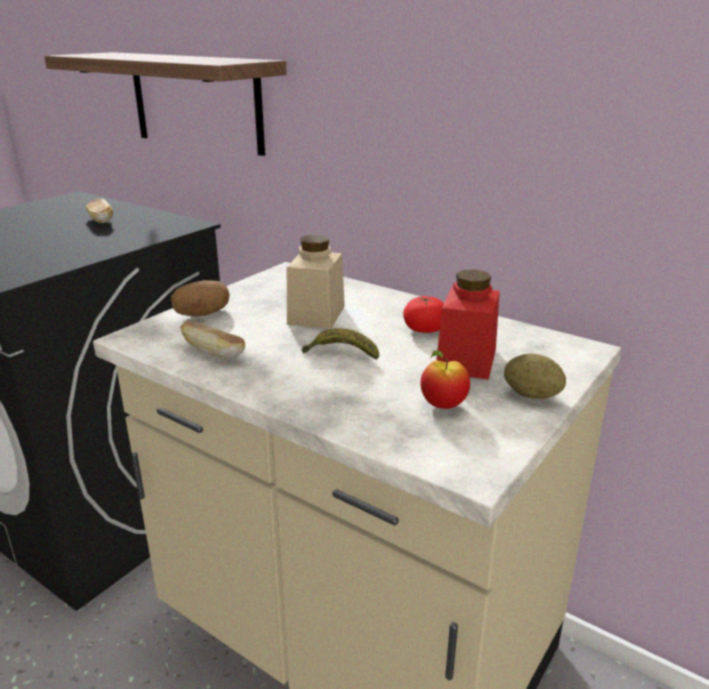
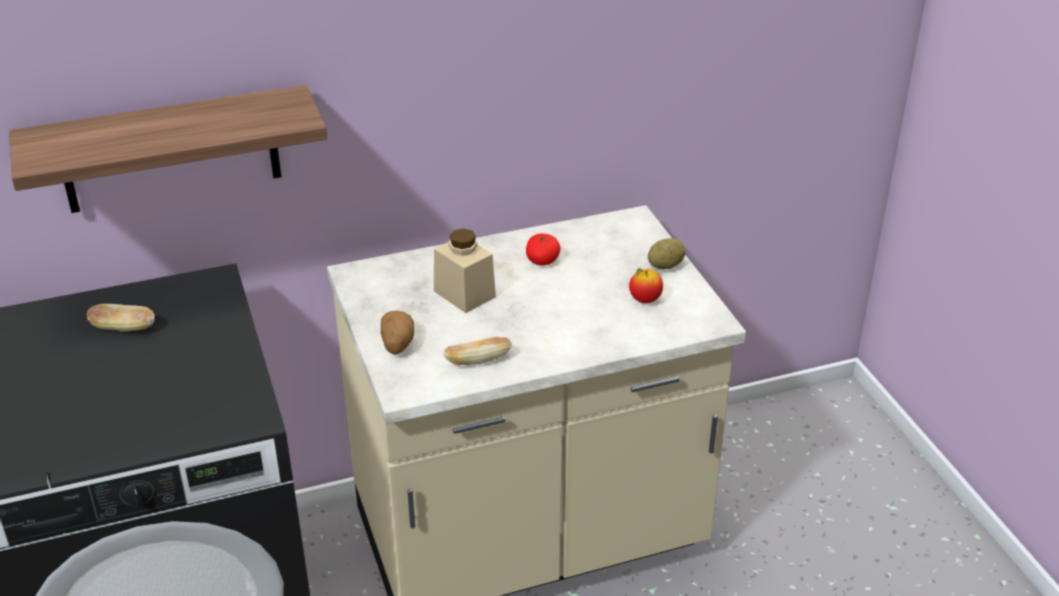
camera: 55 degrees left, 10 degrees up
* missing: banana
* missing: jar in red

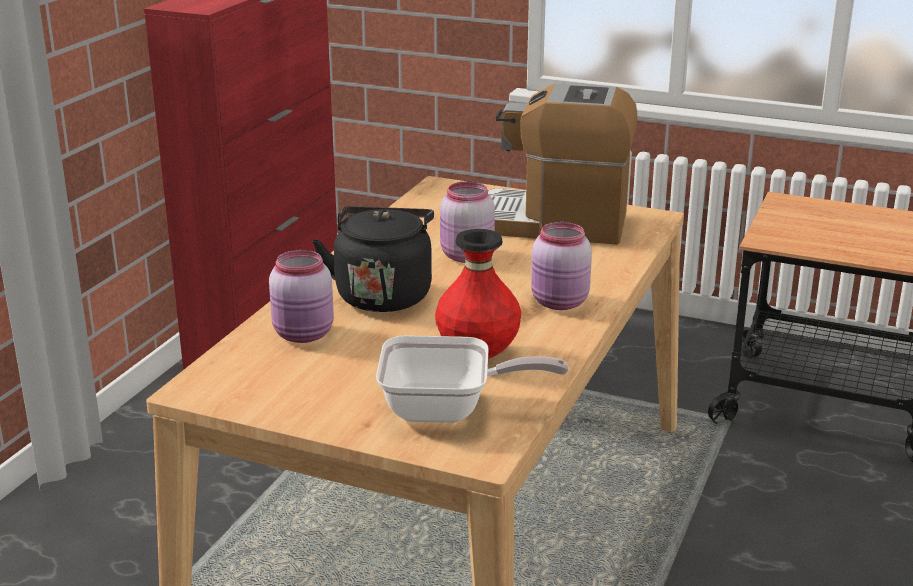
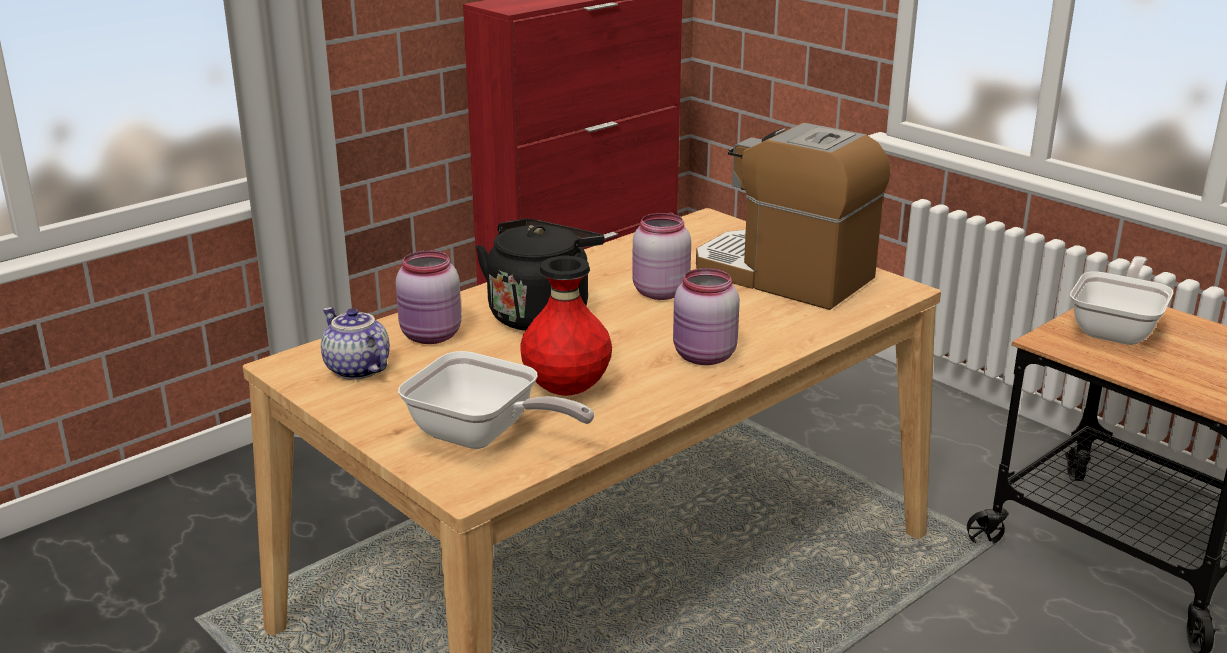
camera: 25 degrees right, 0 degrees up
* appeared: teapot
* appeared: frying pan (no. 2 from left)

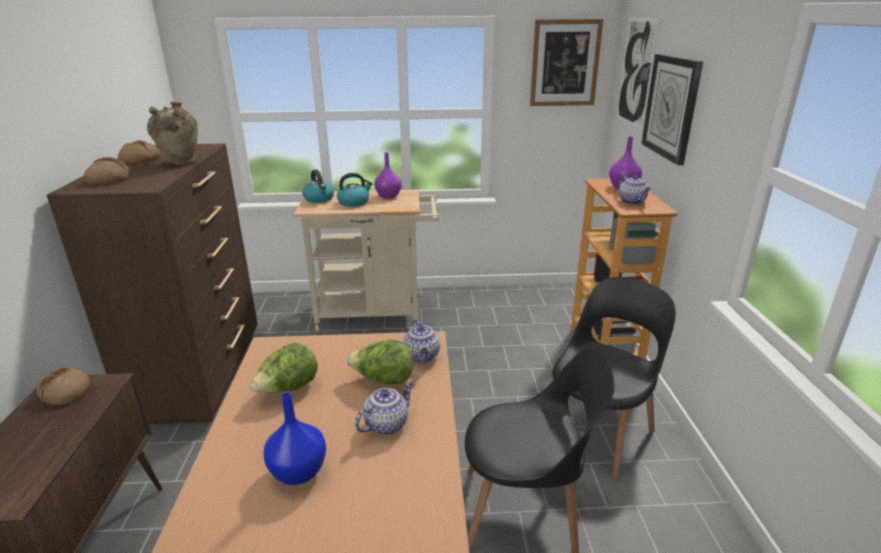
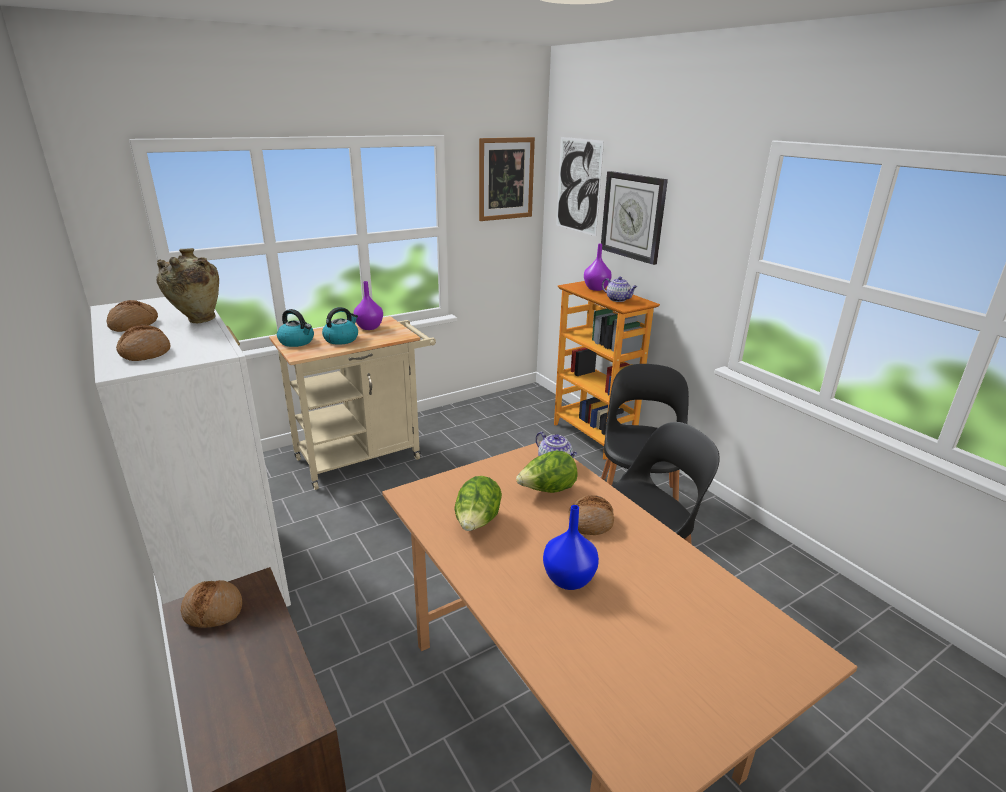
camera: 30 degrees left, 0 degrees up
* exchanged: teapot (no. 1 from left) to bread (no. 4 from left)
* colour: dresser in brown to dresser in white

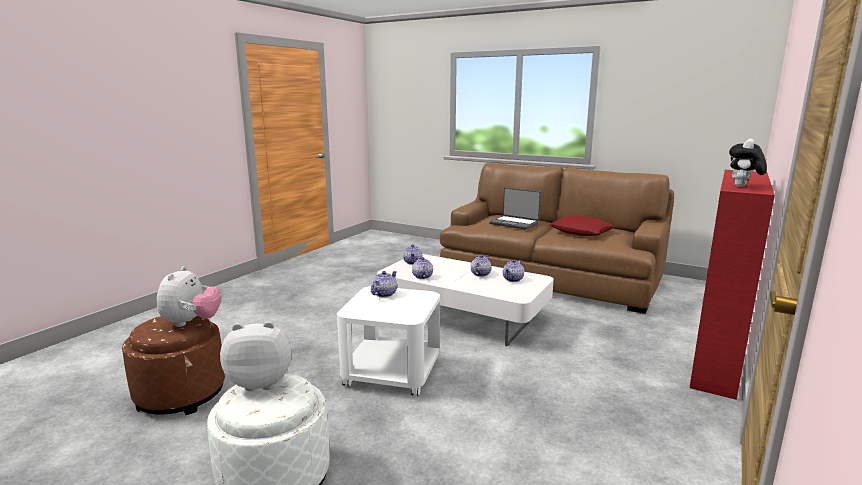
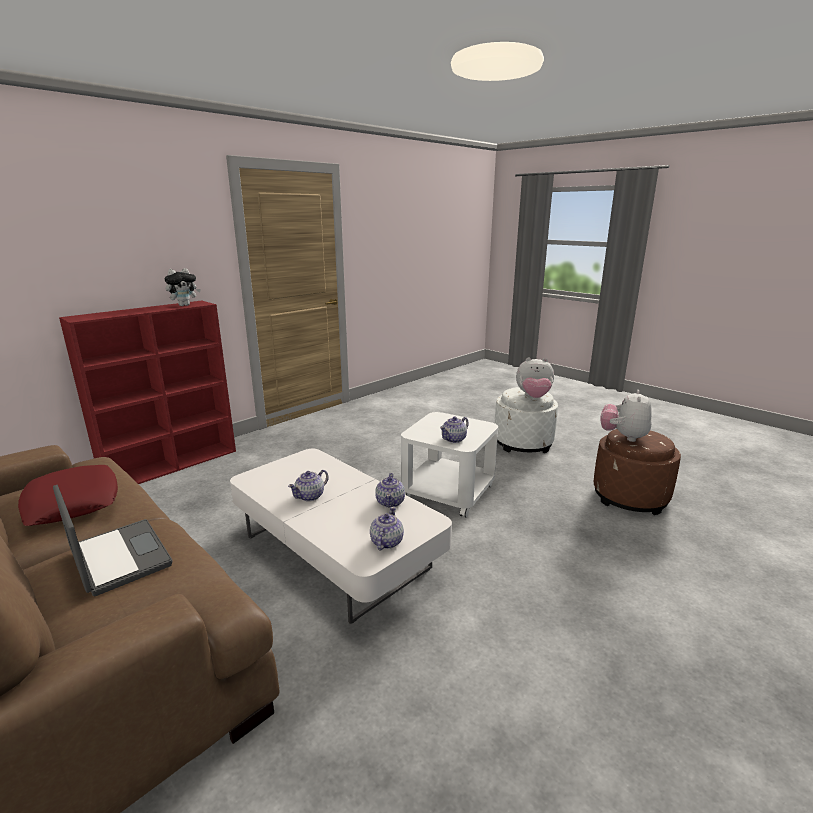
camera: 165 degrees left, 5 degrees up
* missing: teapot (no. 5 from left)

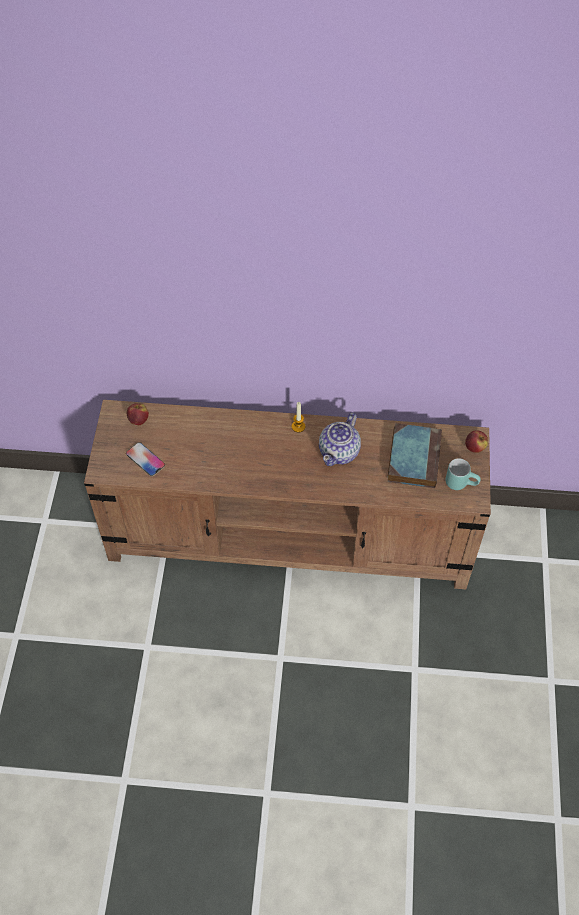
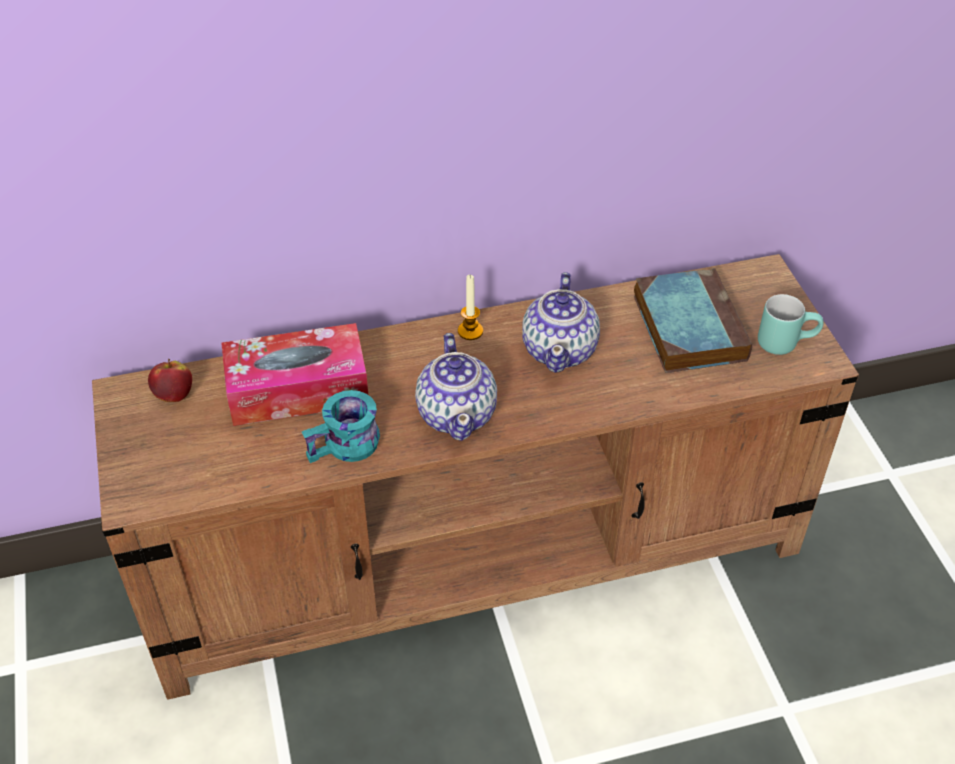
camera: 20 degrees left, 10 degrees down
* missing: phone
* missing: apple (no. 2 from left)
* appeared: tissue box
* appeared: mug in turquoise (no. 1 from left)
* appeared: teapot (no. 1 from left)

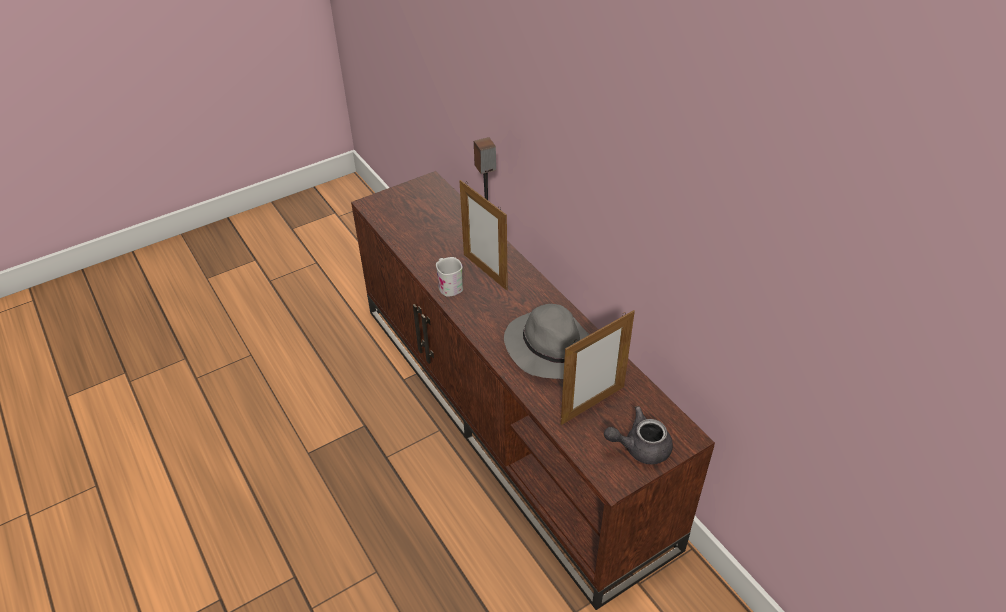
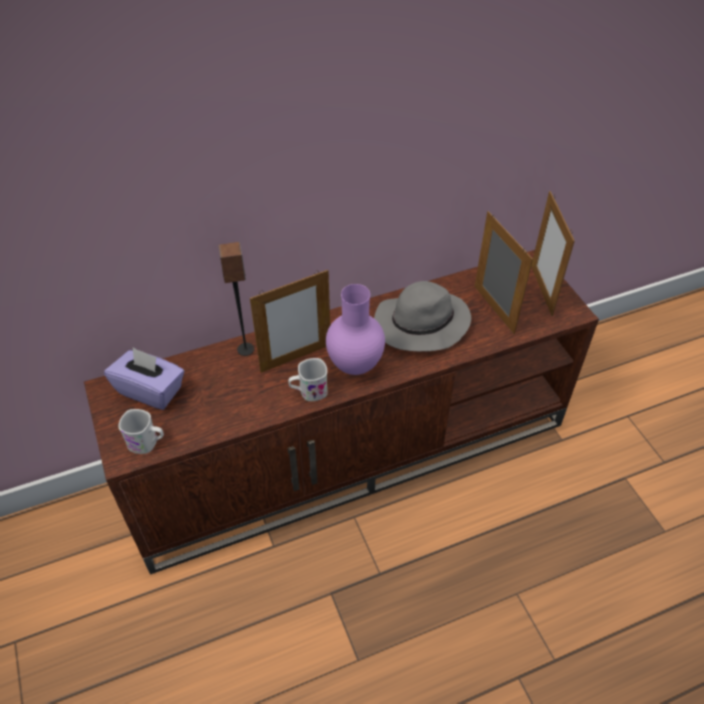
camera: 80 degrees left, 5 degrees up
* appeared: tissue box in purple
* appeared: mug in white (no. 1 from left)
* appeared: vase in purple
* exchanged: teapot in grey to picture frame (no. 3 from left)

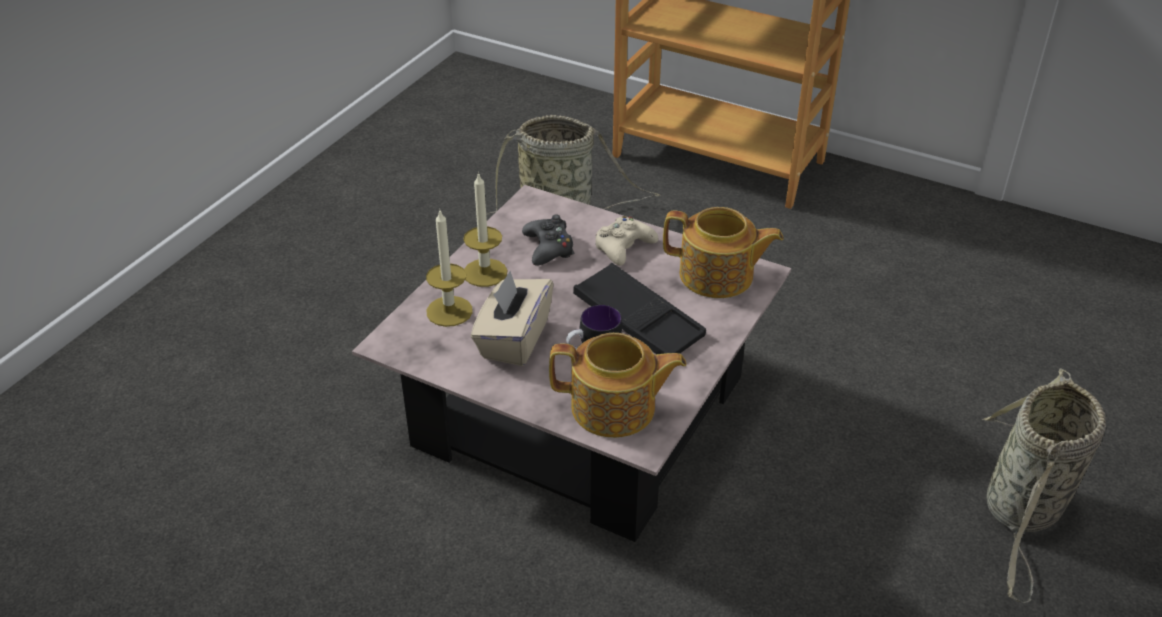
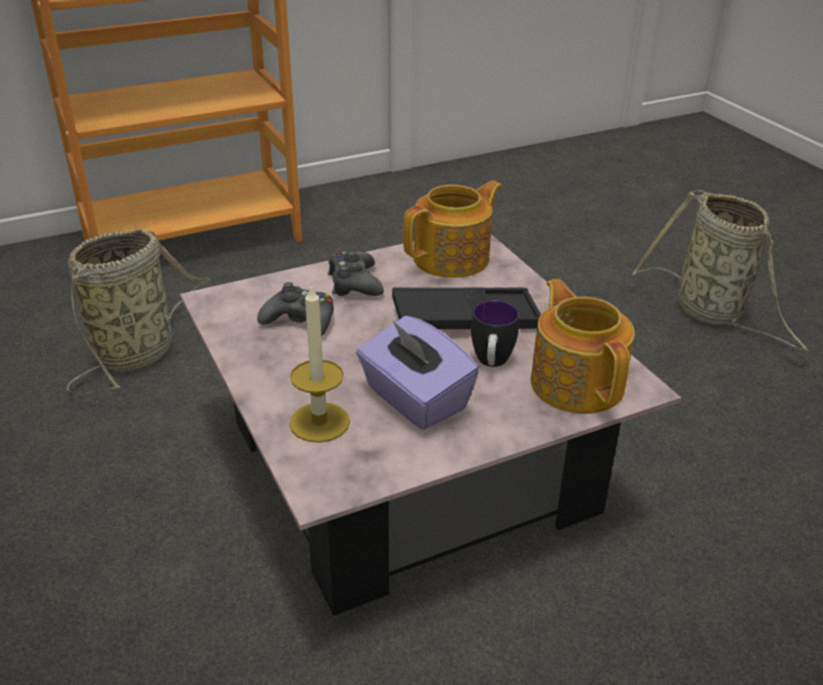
camera: 55 degrees left, 5 degrees down
* missing: candle (no. 2 from left)
* colour: tissue box in beige to tissue box in purple
* colour: game controller in beige to game controller in black (no. 2 from left)
* spun: teapot (no. 1 from left in the first image) 60 degrees counterclockwise

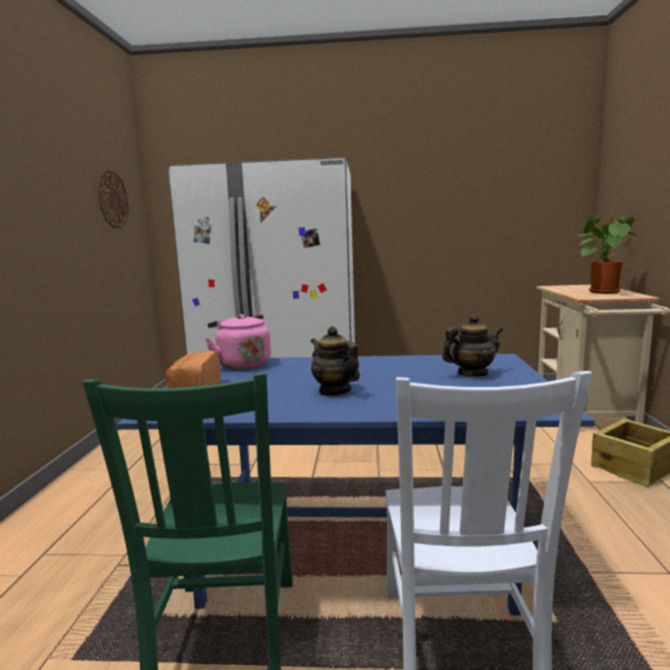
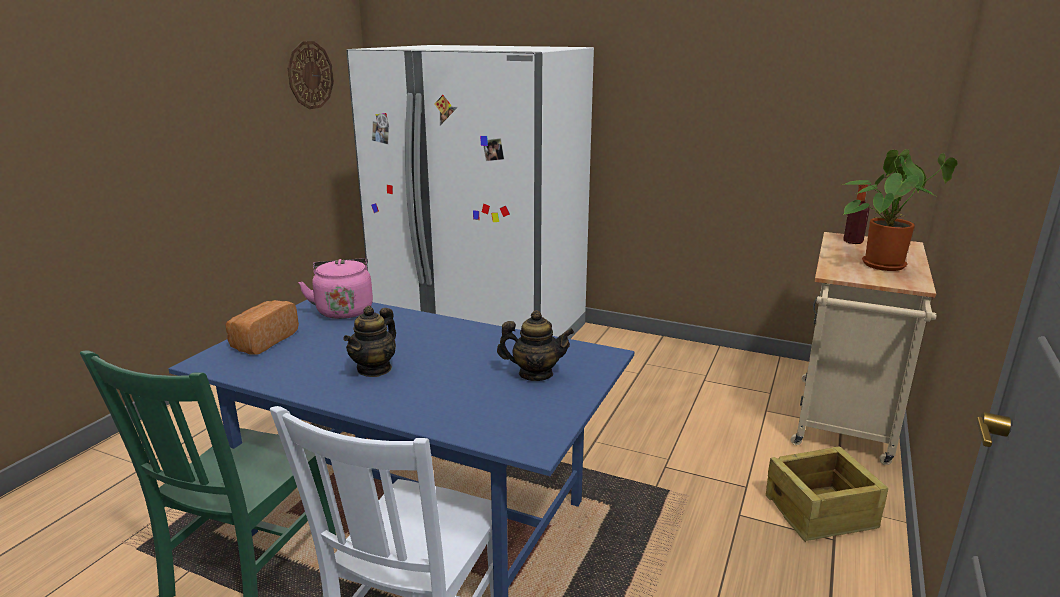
camera: 20 degrees right, 10 degrees up
* appeared: bottle
* spun: teapot (no. 1 from left) 135 degrees counterclockwise

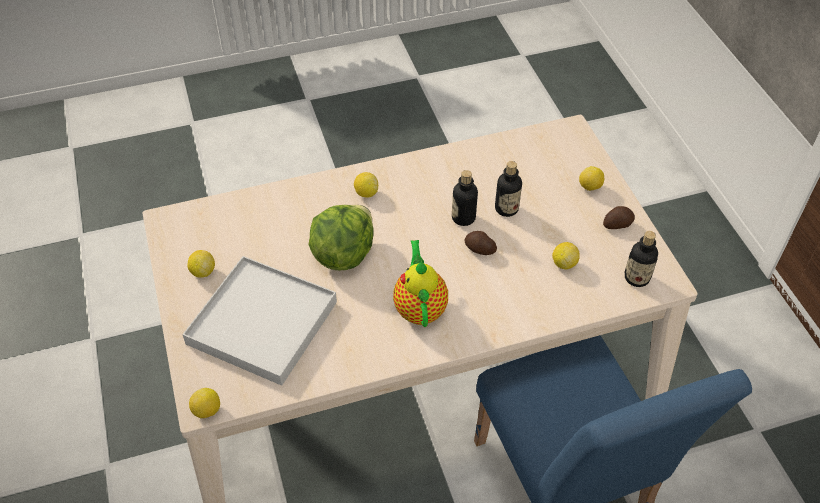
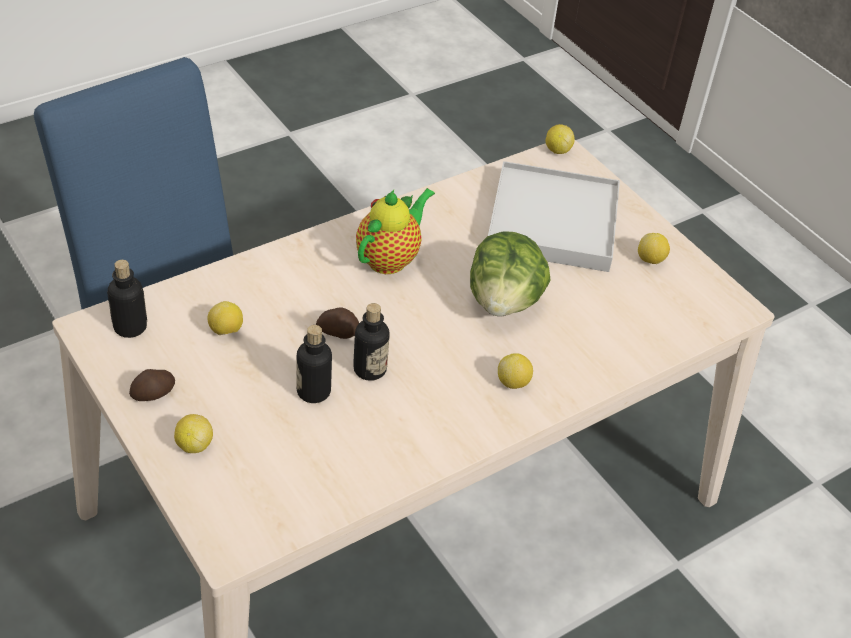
camera: 160 degrees right, 5 degrees down
* spun: teapot 120 degrees counterclockwise

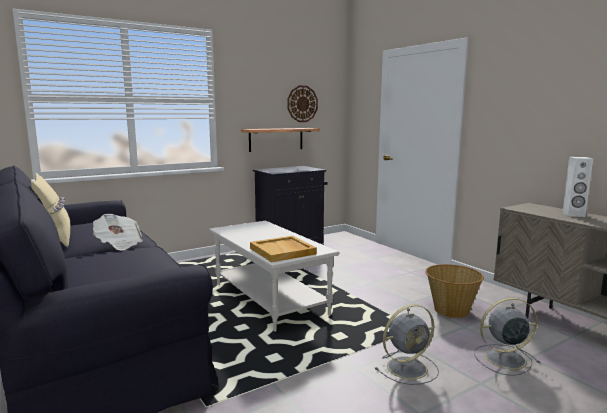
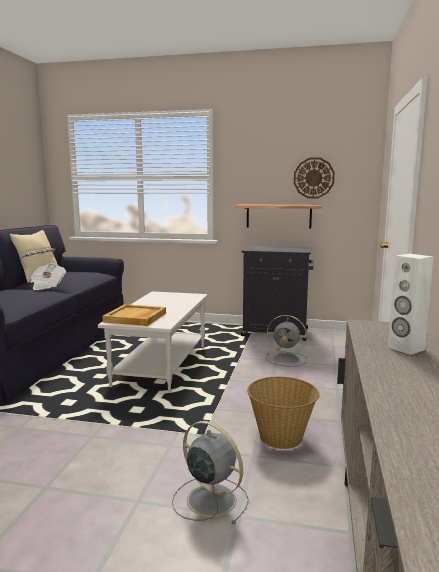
camera: 45 degrees right, 0 degrees up
* relocated: fan in grey (no. 1 from left in the first image) to fan in grey (no. 2 from left)

